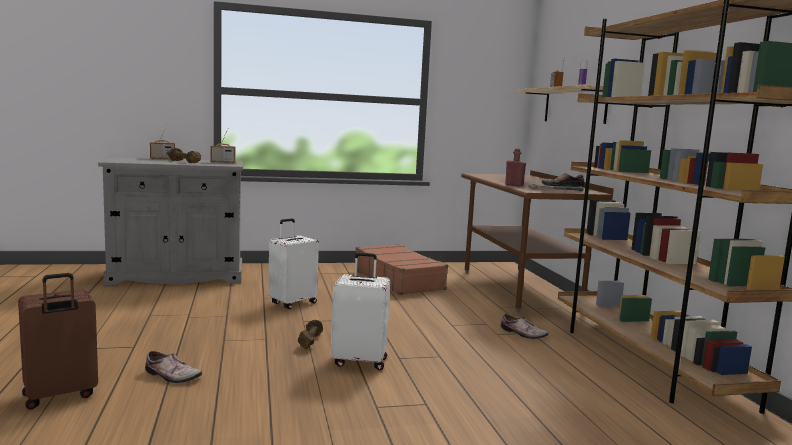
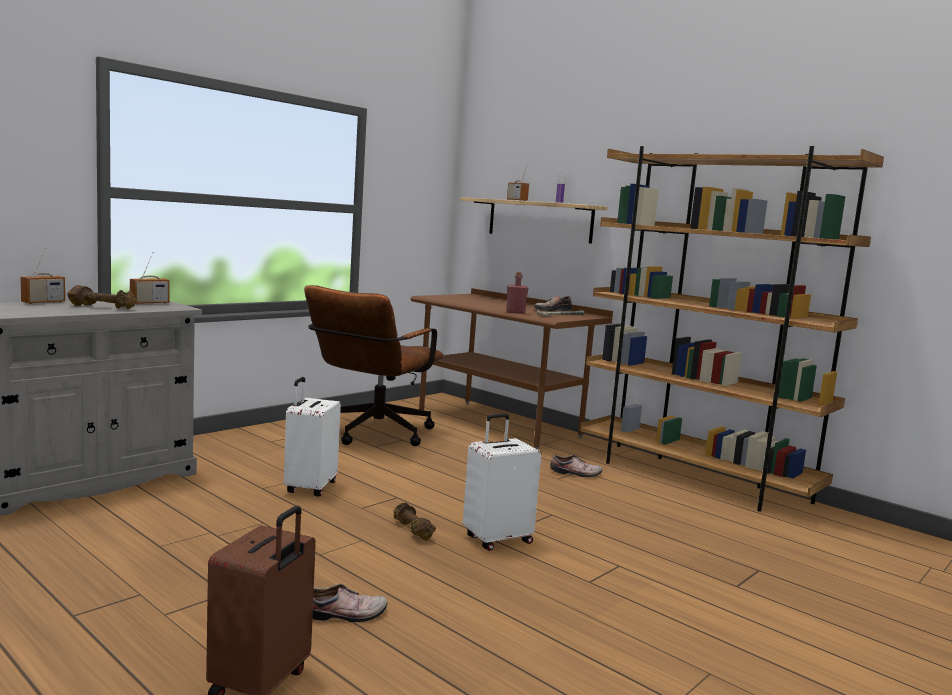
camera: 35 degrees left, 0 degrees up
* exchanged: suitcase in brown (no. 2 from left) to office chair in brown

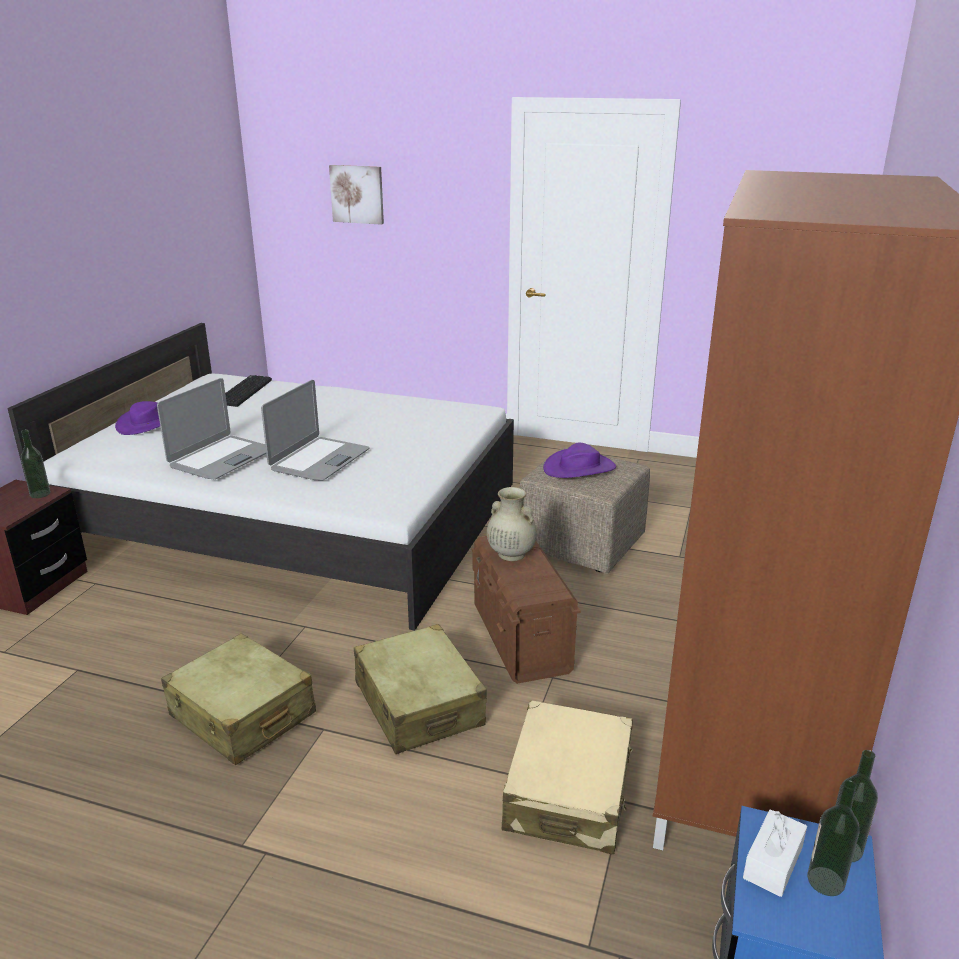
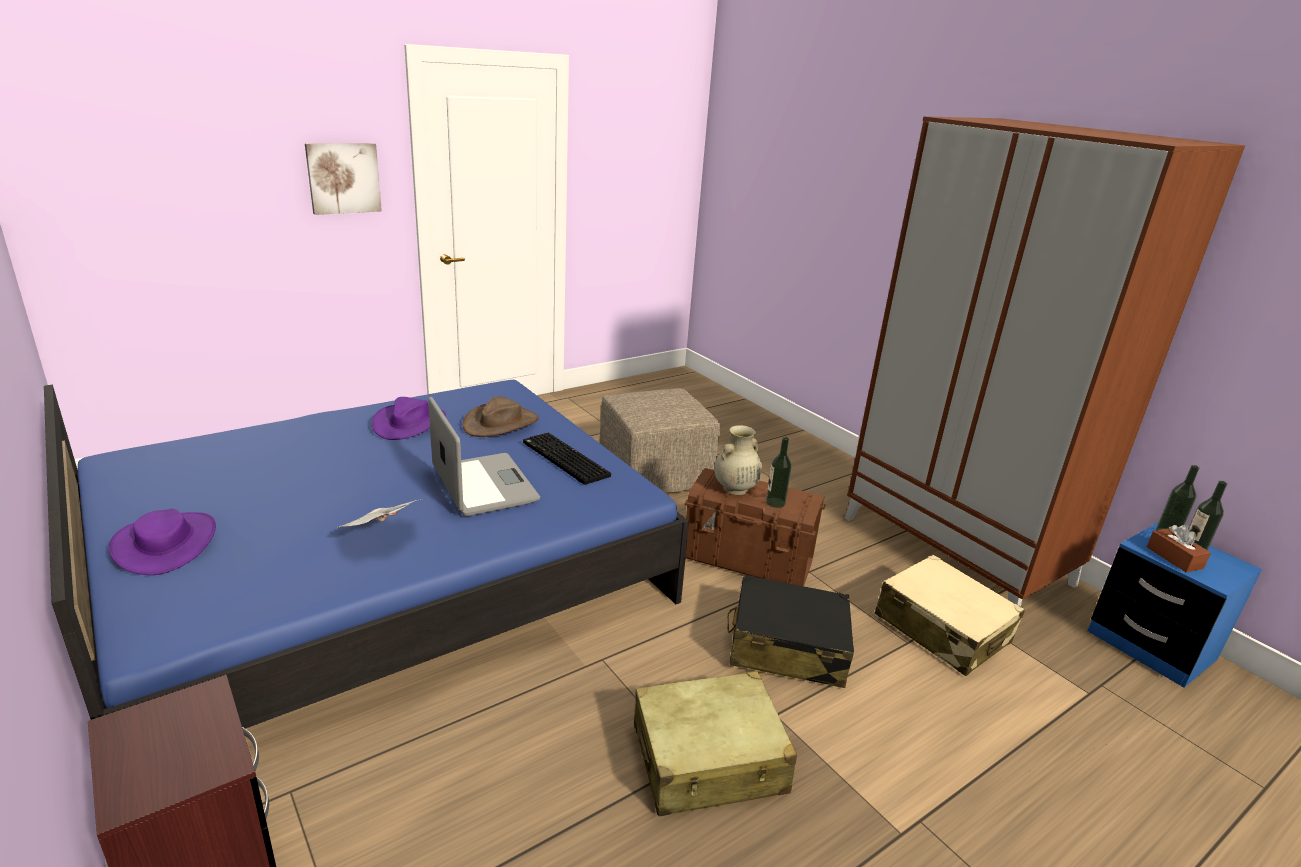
camera: 55 degrees left, 0 degrees up
* appeared: hat in brown
* relocated: bottle (no. 1 from left)
* relocated: keyboard
* relocated: picture
* relocated: hat in purple (no. 2 from left)
* exchanged: laptop (no. 1 from left) to newspaper
* colour: bed in white to bed in blue
* colour: suitcase in beige (no. 2 from left) to suitcase in black
* colour: tissue box in white to tissue box in brown

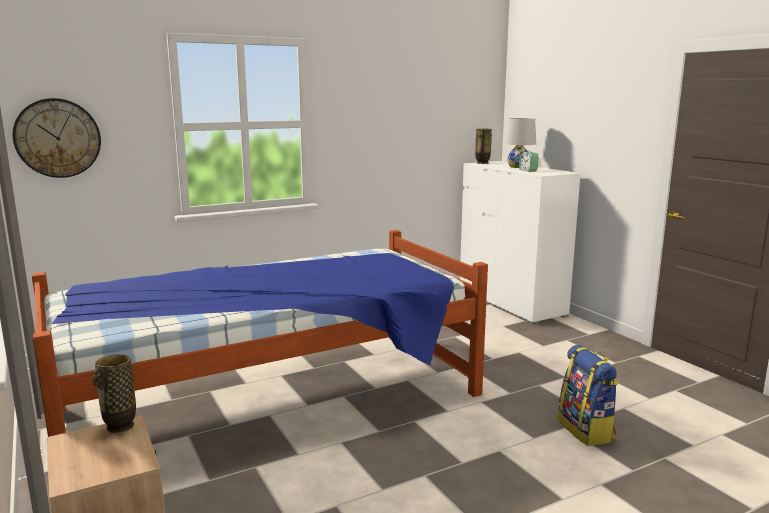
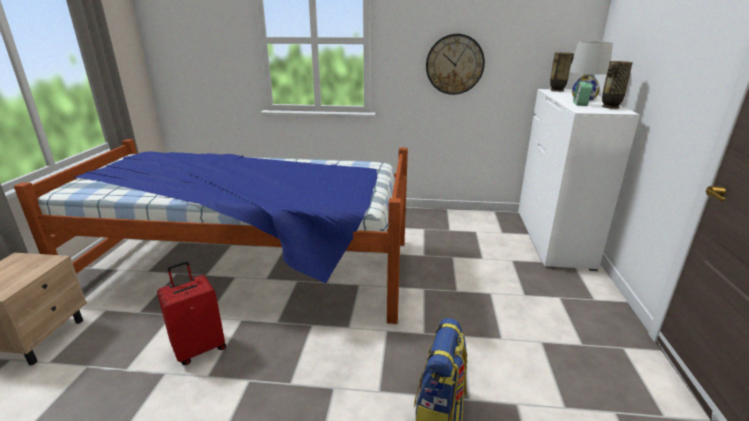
camera: 35 degrees right, 10 degrees up
* appeared: suitcase in red
* relocated: wall clock
* relocated: vase (no. 1 from left in the first image) to vase (no. 2 from left)

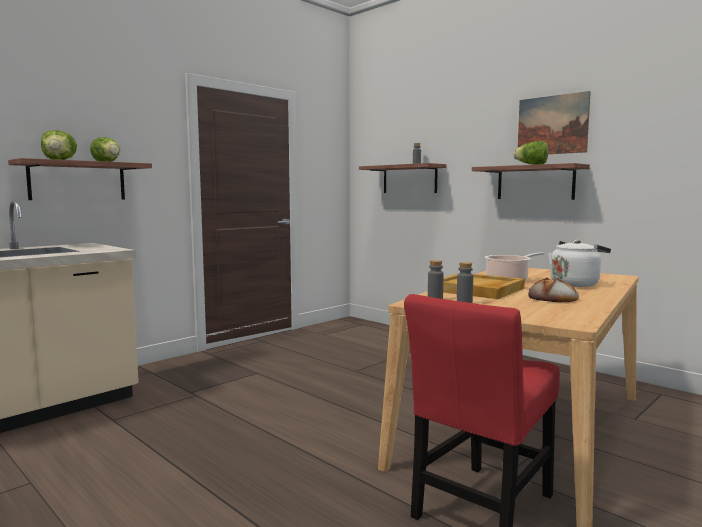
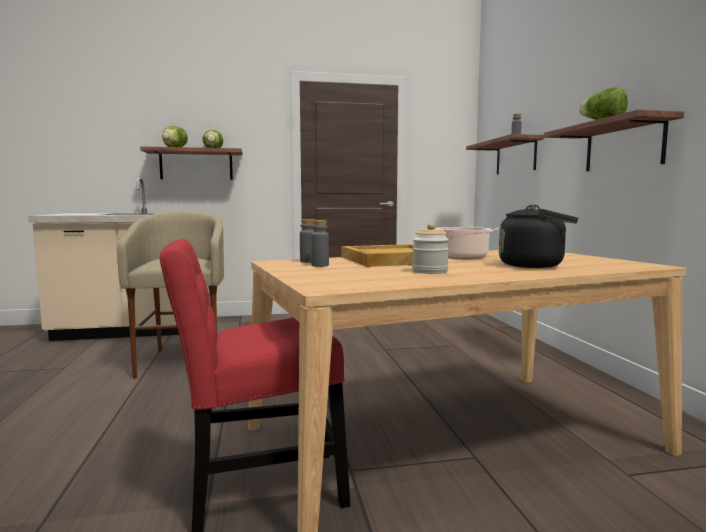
camera: 35 degrees right, 0 degrees up
* missing: picture
* appeared: stool in beige
* exchanged: bread to jar
* colour: kettle in white to kettle in black

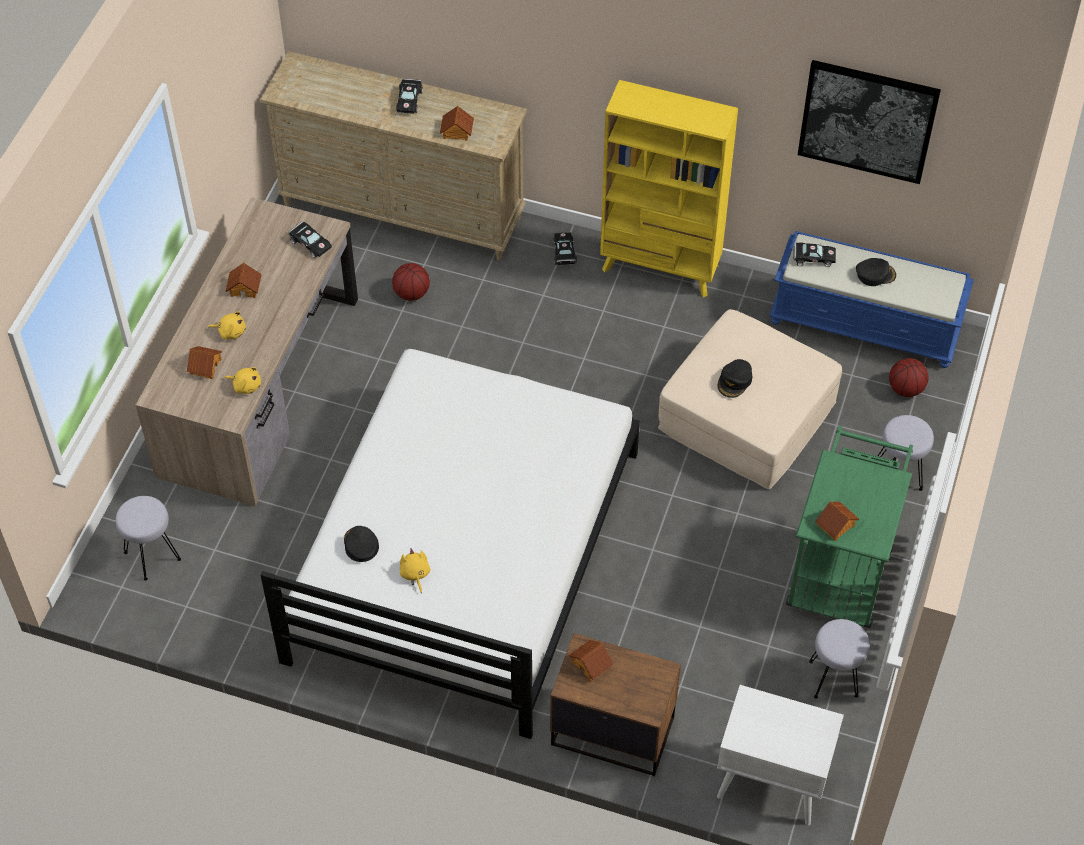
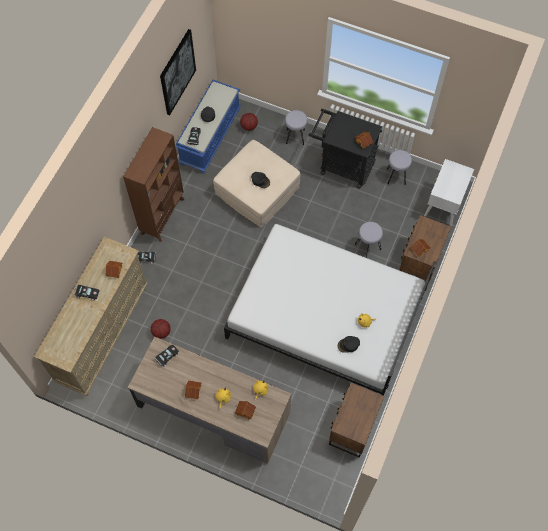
camera: 85 degrees left, 10 degrees up
* appeared: nightstand in brown (no. 1 from left)
* relocated: stool in grey (no. 1 from left in the first image) to stool in grey (no. 2 from left)
* colour: bookcase in yellow to bookcase in brown
* colour: cart in green to cart in black

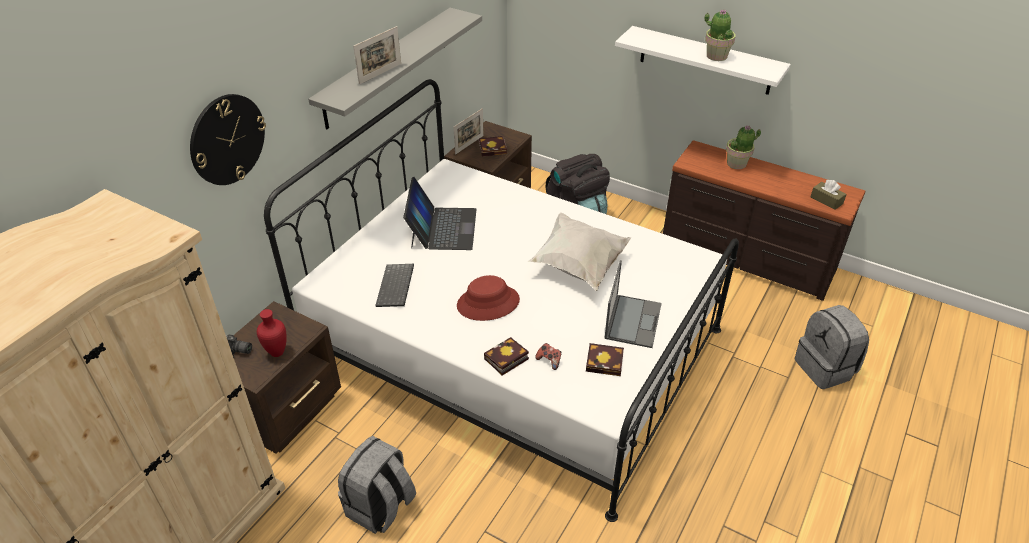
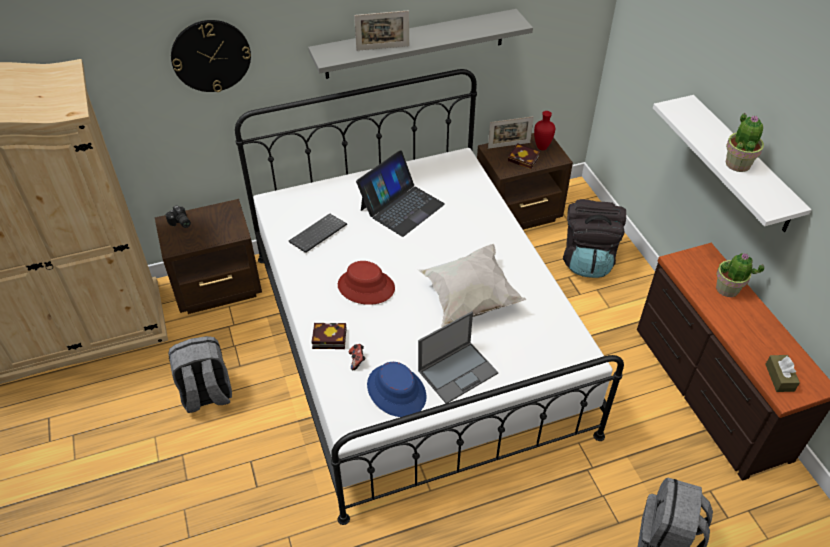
camera: 40 degrees right, 5 degrees up
* relocated: vase in red
* exchanged: book (no. 3 from left) to hat in blue

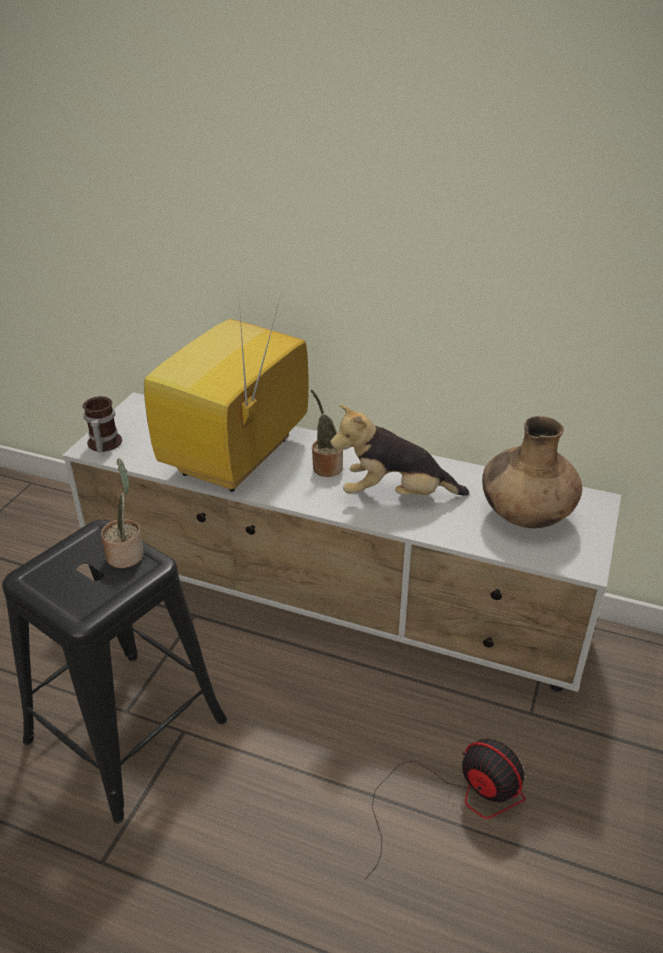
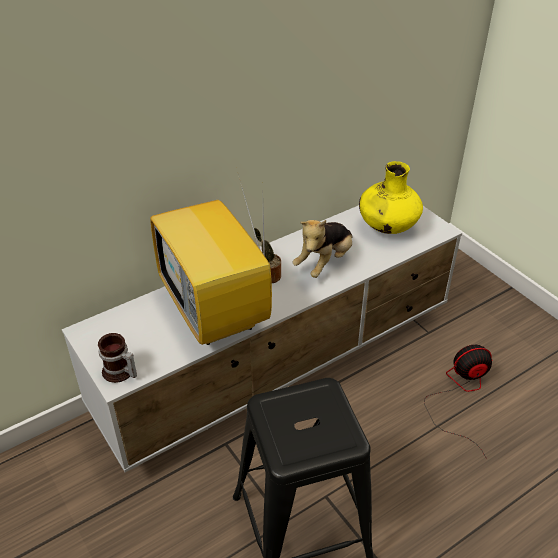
camera: 55 degrees left, 5 degrees up
* missing: potted plant (no. 1 from left)
* colour: vase in brown to vase in yellow

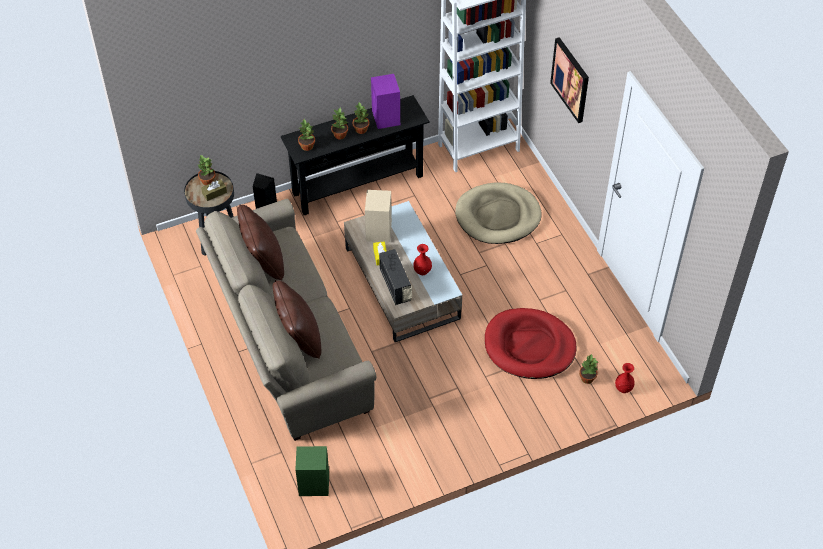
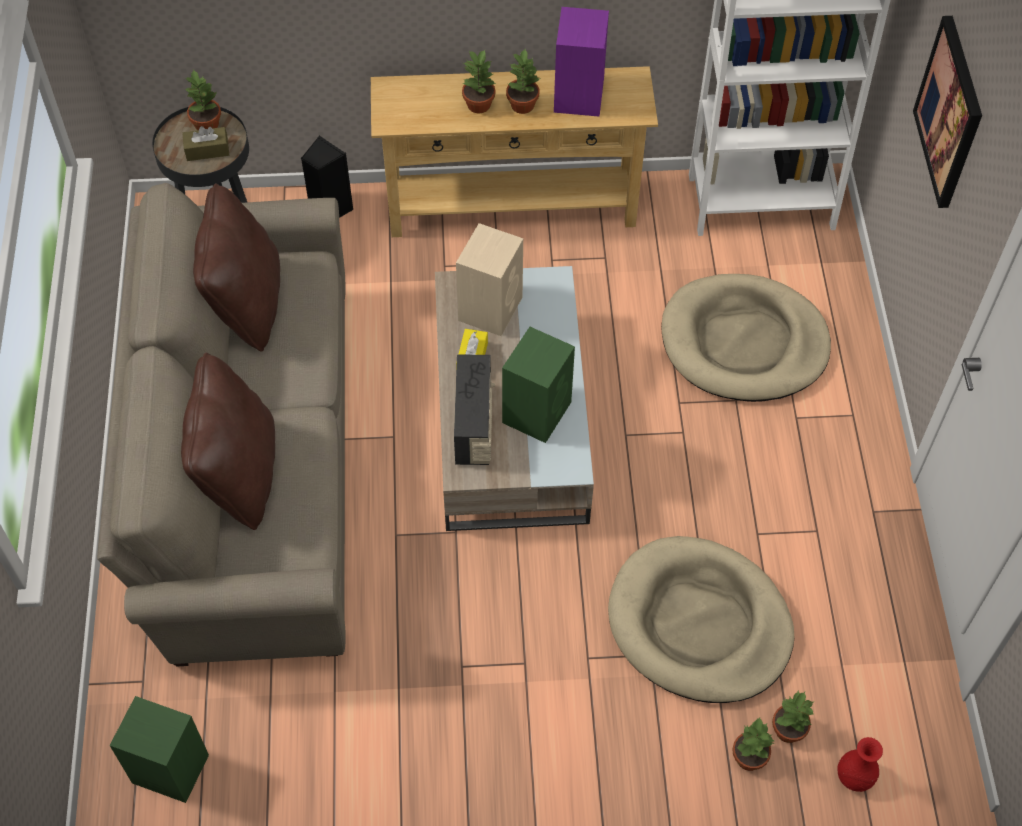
camera: 20 degrees right, 5 degrees up
* relocated: potted plant (no. 2 from left in the first image) to potted plant (no. 4 from left)
* exchanged: vase in red (no. 1 from left) to speaker in green (no. 2 from left)
* colour: console table in black to console table in beige
* colour: dog bed in red to dog bed in beige (no. 1 from left)

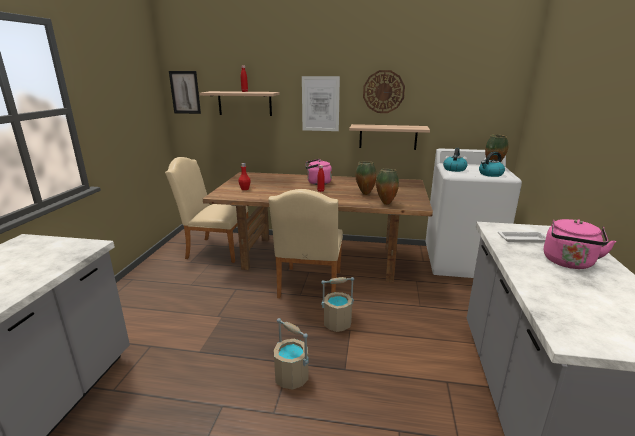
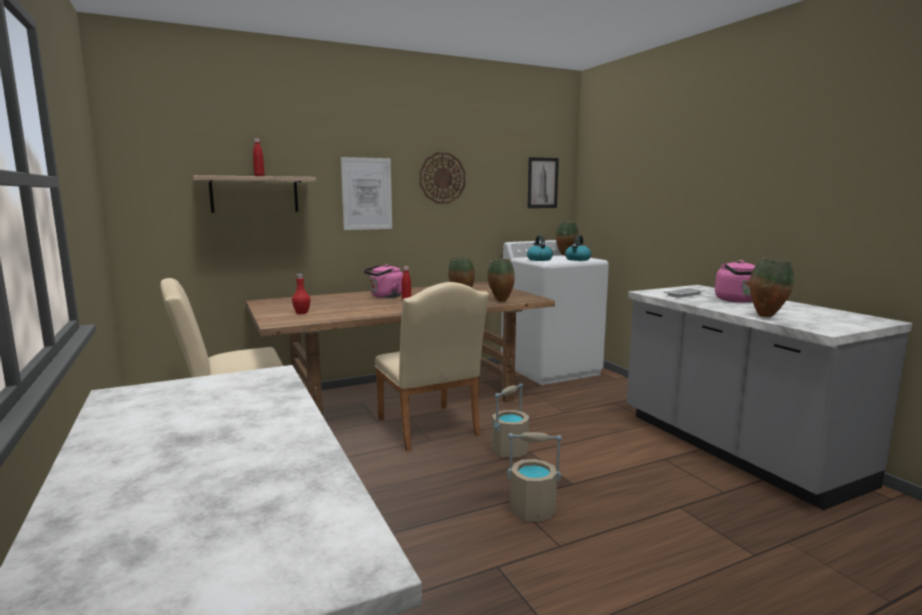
camera: 35 degrees left, 10 degrees down
* missing: shelf (no. 2 from left)
* appeared: vase (no. 4 from left)
* relocated: picture (no. 1 from left in the first image) to picture (no. 2 from left)

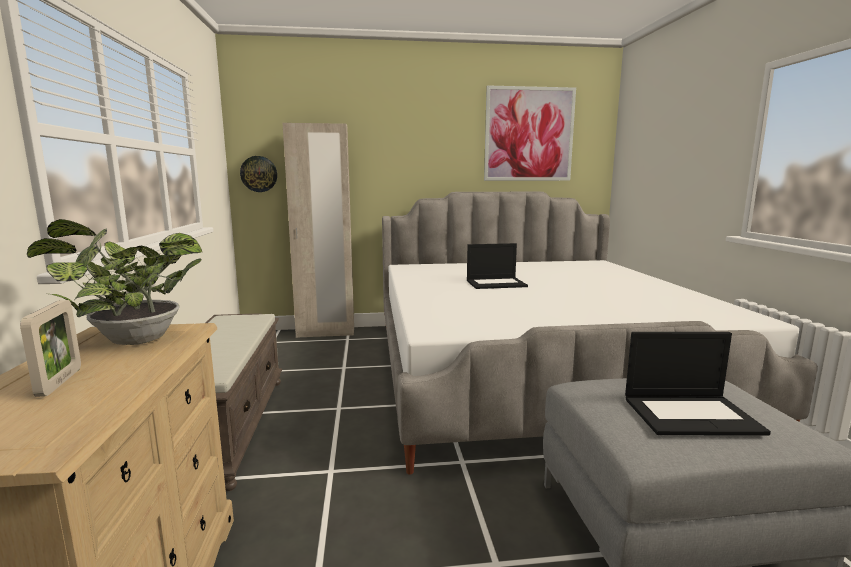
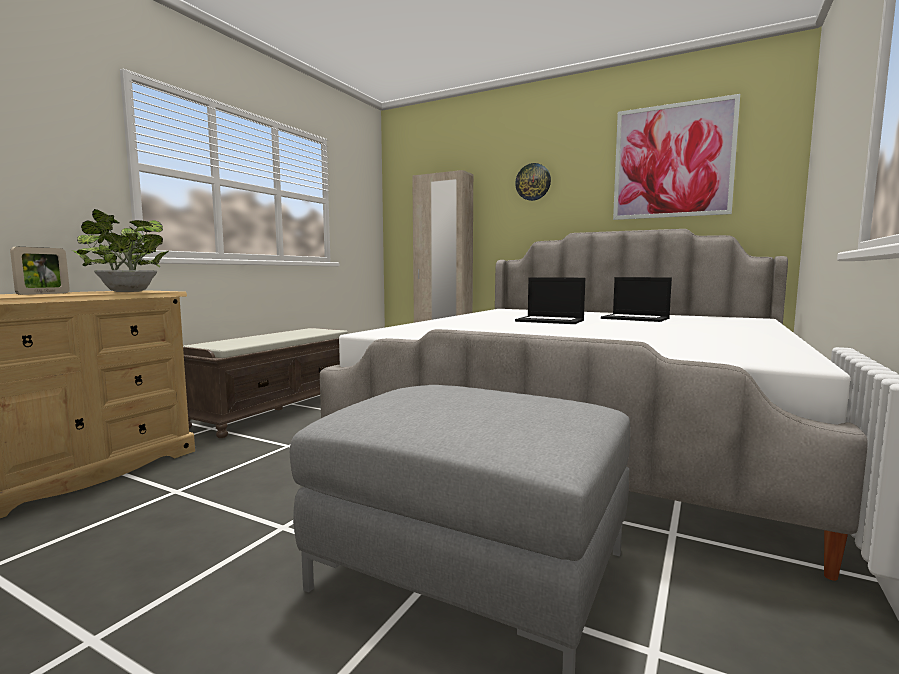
camera: 35 degrees right, 5 degrees down
* relocated: wall clock
* relocated: laptop (no. 2 from left)

